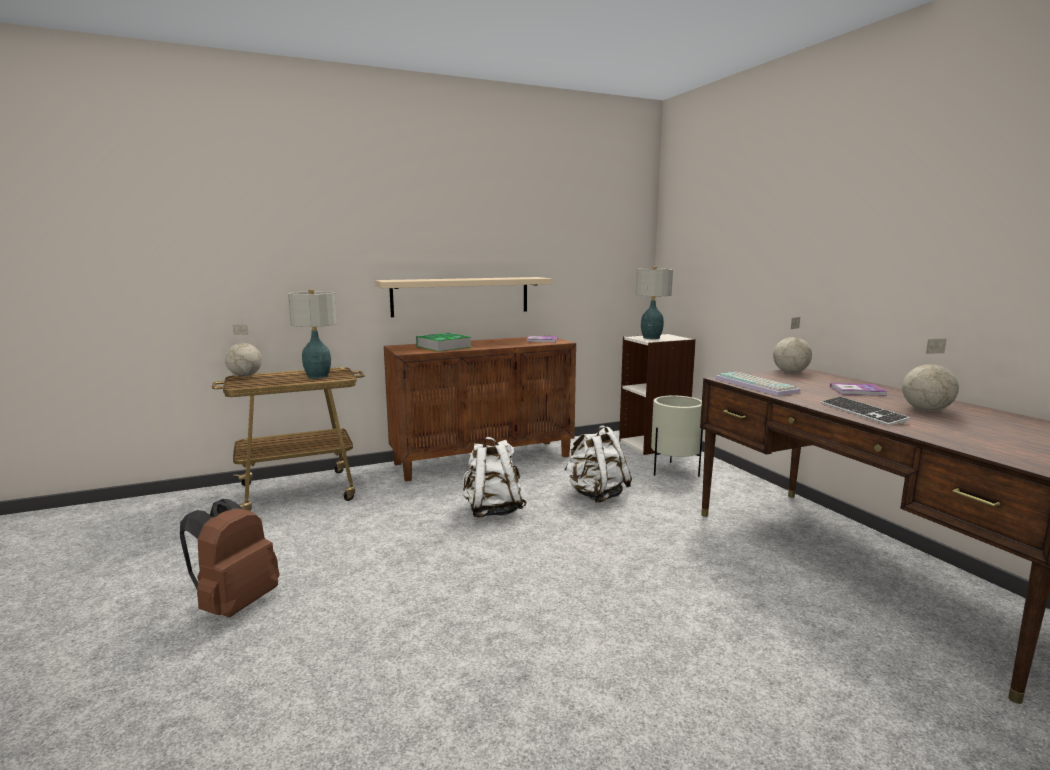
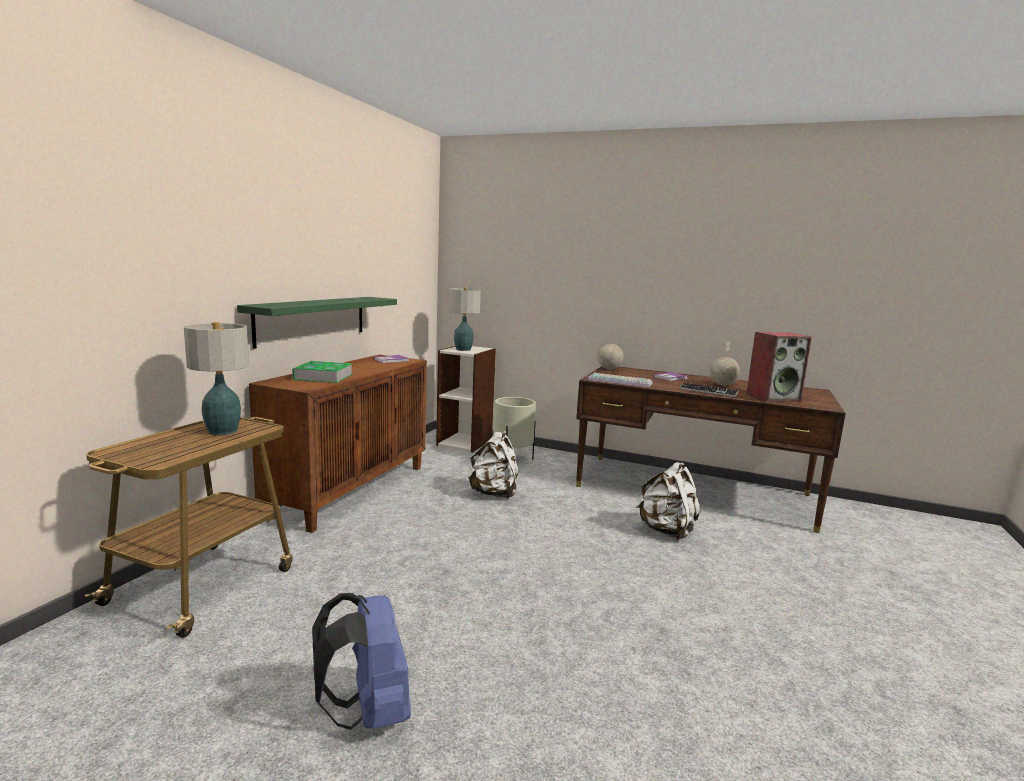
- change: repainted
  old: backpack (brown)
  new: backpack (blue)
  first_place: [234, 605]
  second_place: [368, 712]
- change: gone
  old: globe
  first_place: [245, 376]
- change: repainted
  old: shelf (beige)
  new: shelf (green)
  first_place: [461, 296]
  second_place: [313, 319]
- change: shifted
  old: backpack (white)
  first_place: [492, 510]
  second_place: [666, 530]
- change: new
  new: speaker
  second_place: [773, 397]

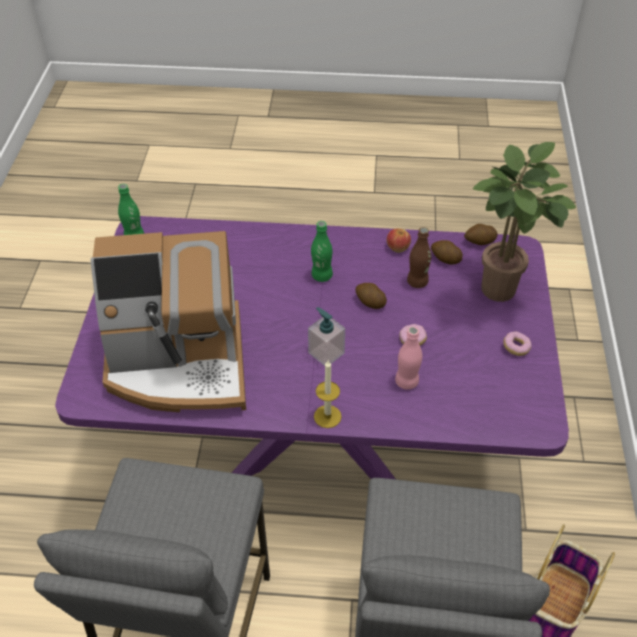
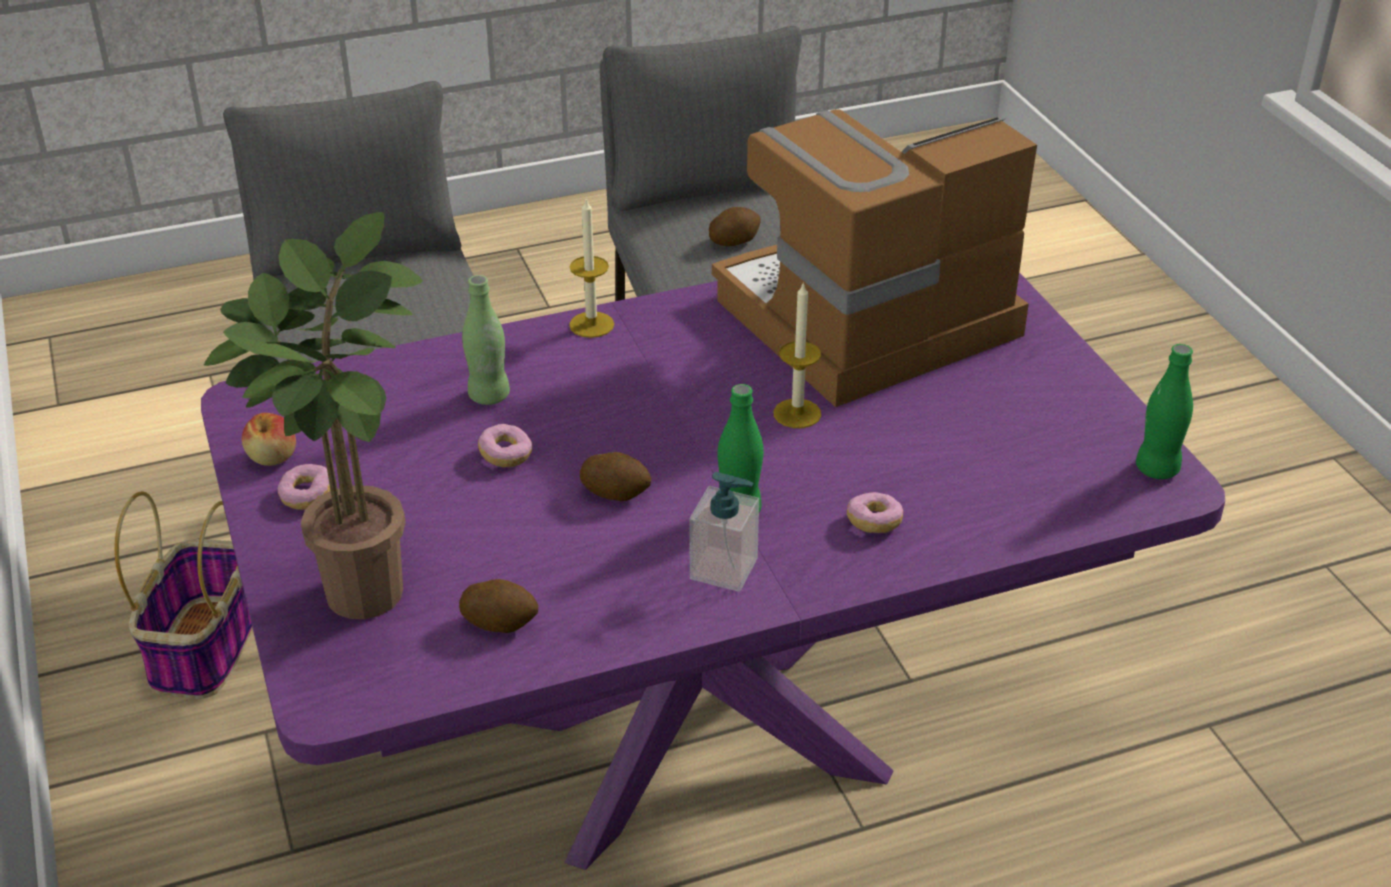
- change: shifted
  old: soap dispenser
  first_place: [326, 353]
  second_place: [724, 569]
- change: shifted
  old: apple
  first_place: [397, 247]
  second_place: [272, 457]
- change: repainted
  old: bottle (pink)
  new: bottle (green)
  first_place: [406, 382]
  second_place: [489, 396]
- change: gone
  old: bottle (brown)
  first_place: [417, 282]
- change: shifted
  old: potato
  first_place: [479, 242]
  second_place: [734, 240]
- change: new
  new: candle
  second_place: [797, 413]
- change: new
  new: donut
  second_place: [874, 522]

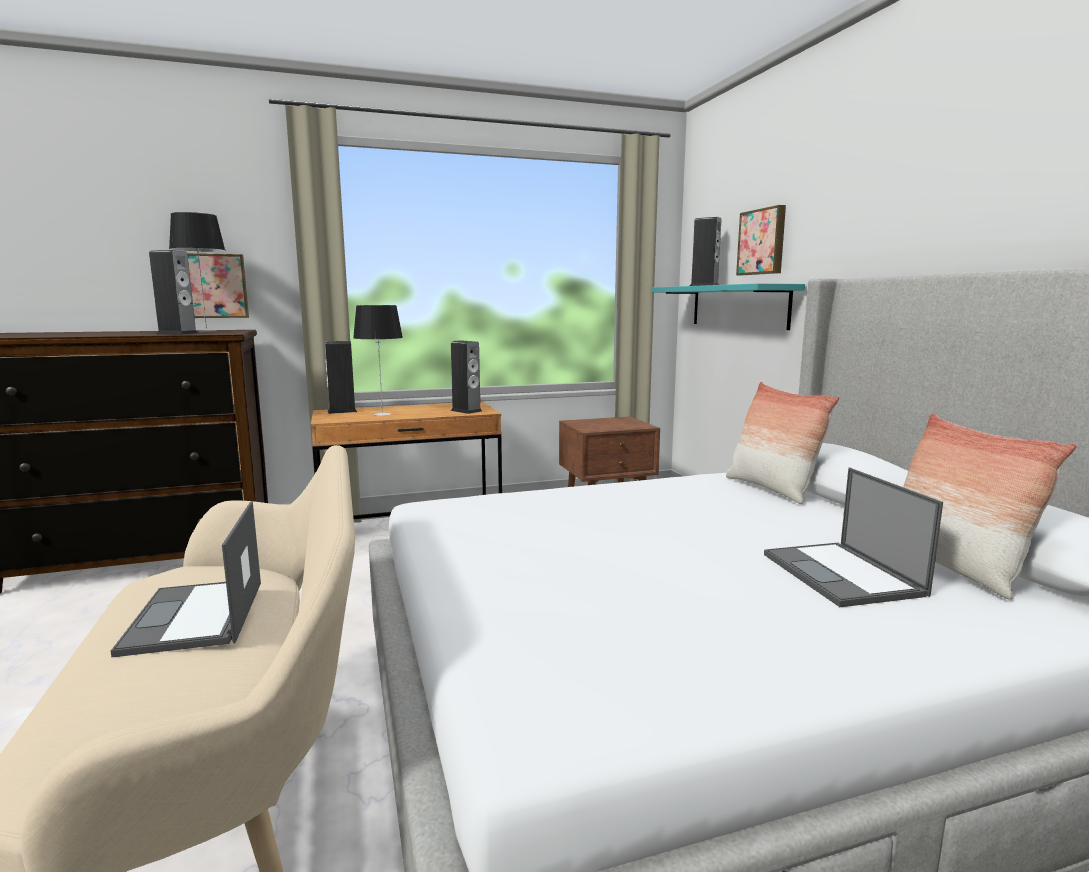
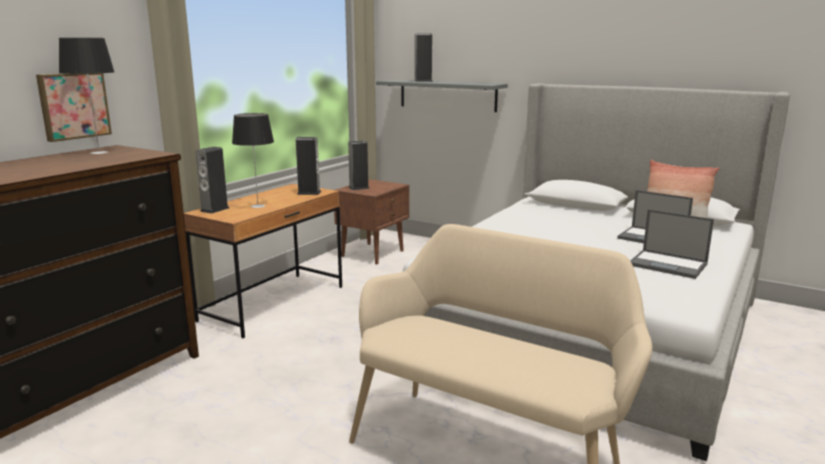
- change: shifted
  old: laptop
  first_place: [195, 617]
  second_place: [669, 264]
- change: shifted
  old: speaker
  first_place: [177, 333]
  second_place: [358, 188]
- change: repainted
  old: shelf (turquoise)
  new: shelf (grey)
  first_place: [738, 306]
  second_place: [447, 95]
- change: gone
  old: pillow
  first_place: [771, 489]
- change: gone
  old: picture
  first_place: [763, 242]

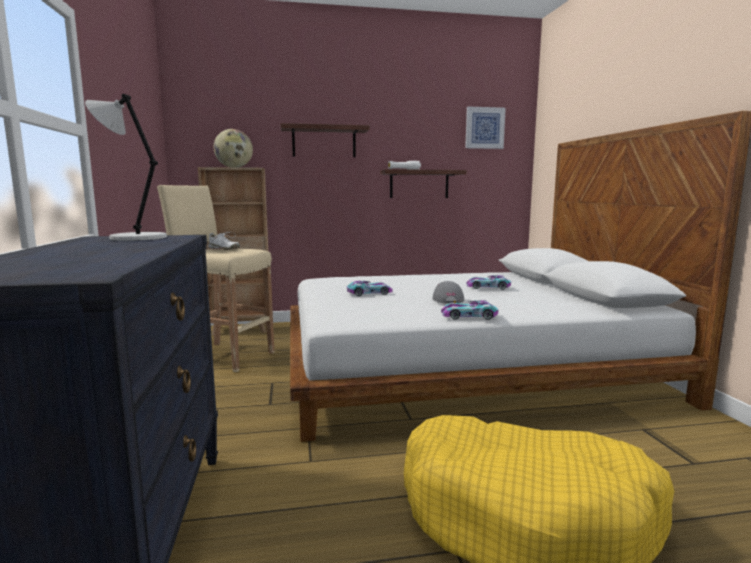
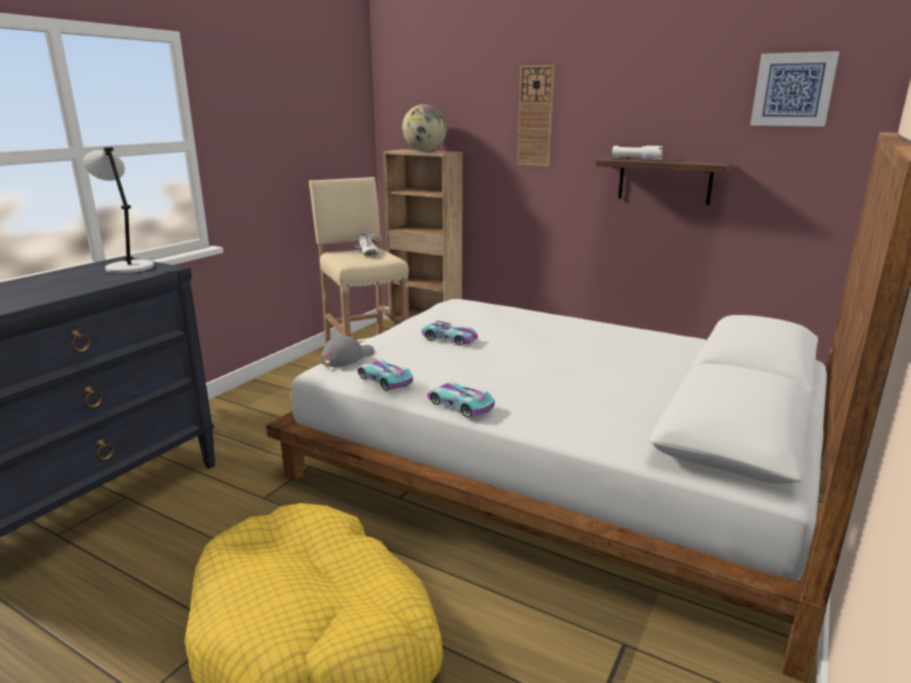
- change: swapped
  old: shelf
  new: wall clock
  first_place: [324, 142]
  second_place: [535, 116]
- change: shifted
  old: cap (grey)
  first_place: [446, 299]
  second_place: [347, 357]
- change: shifted
  old: toy car
  first_place: [488, 287]
  second_place: [384, 380]

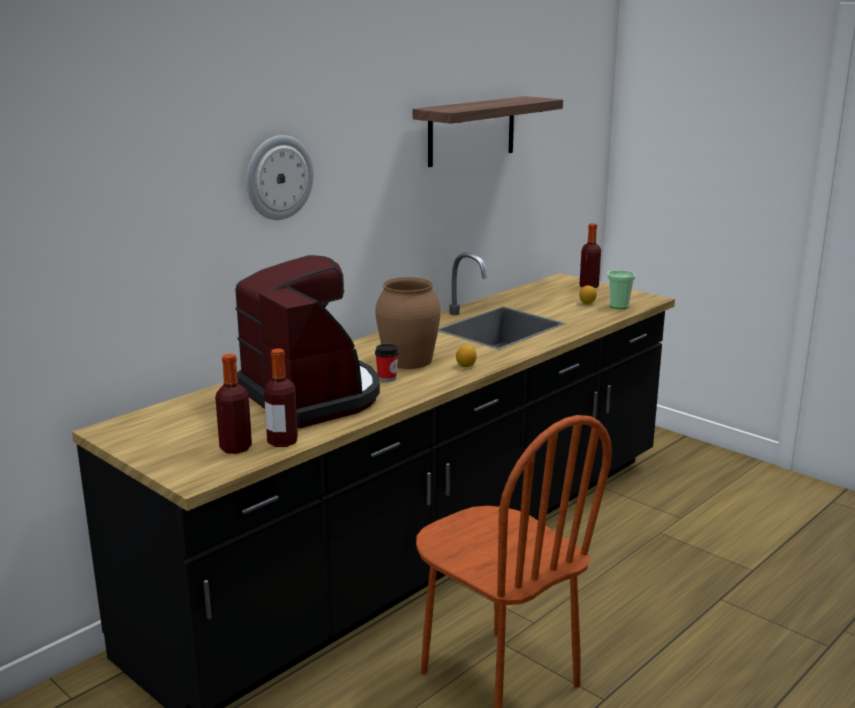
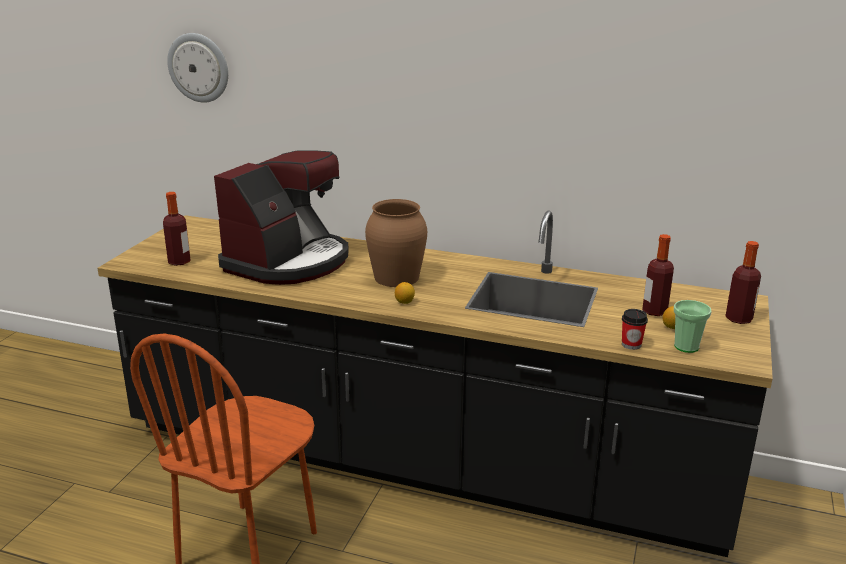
- change: shifted
  old: wall clock
  first_place: [278, 177]
  second_place: [199, 67]
- change: shifted
  old: bottle
  first_place: [282, 442]
  second_place: [654, 311]
- change: shifted
  old: cup
  first_place: [387, 378]
  second_place: [631, 344]
- change: gone
  old: shelf
  first_place: [471, 131]

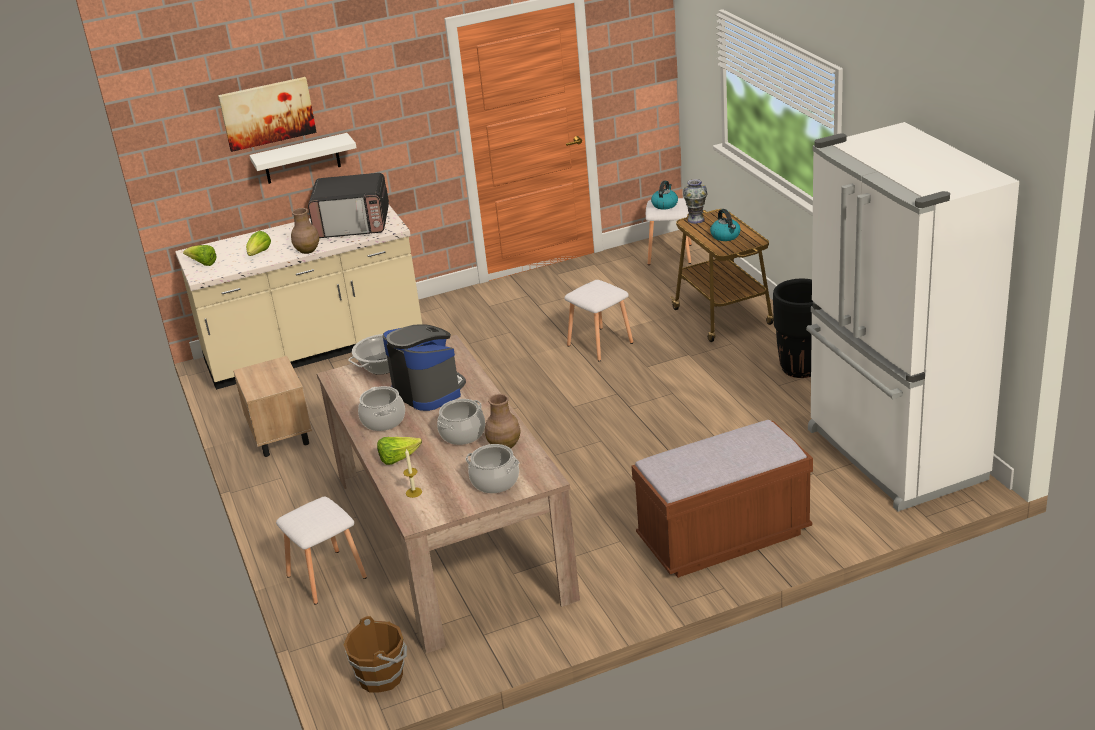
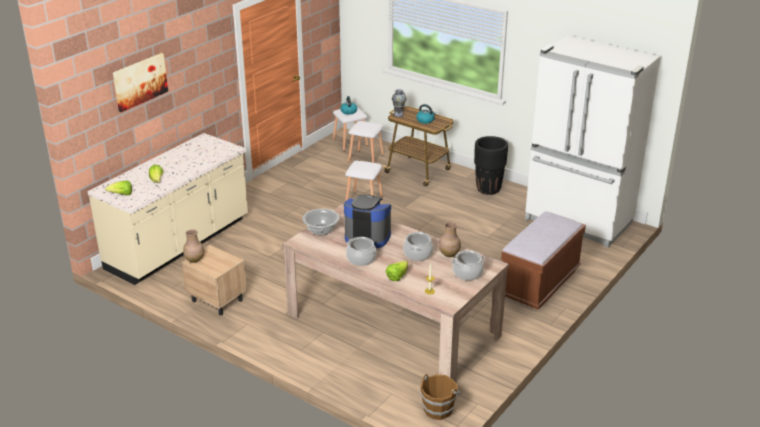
- change: gone
  old: shelf (white)
  first_place: [301, 159]
- change: shifted
  old: stool (white)
  first_place: [327, 576]
  second_place: [366, 158]
- change: shifted
  old: vase (brown)
  first_place: [307, 250]
  second_place: [194, 259]
- change: gone
  old: microwave
  first_place: [353, 225]

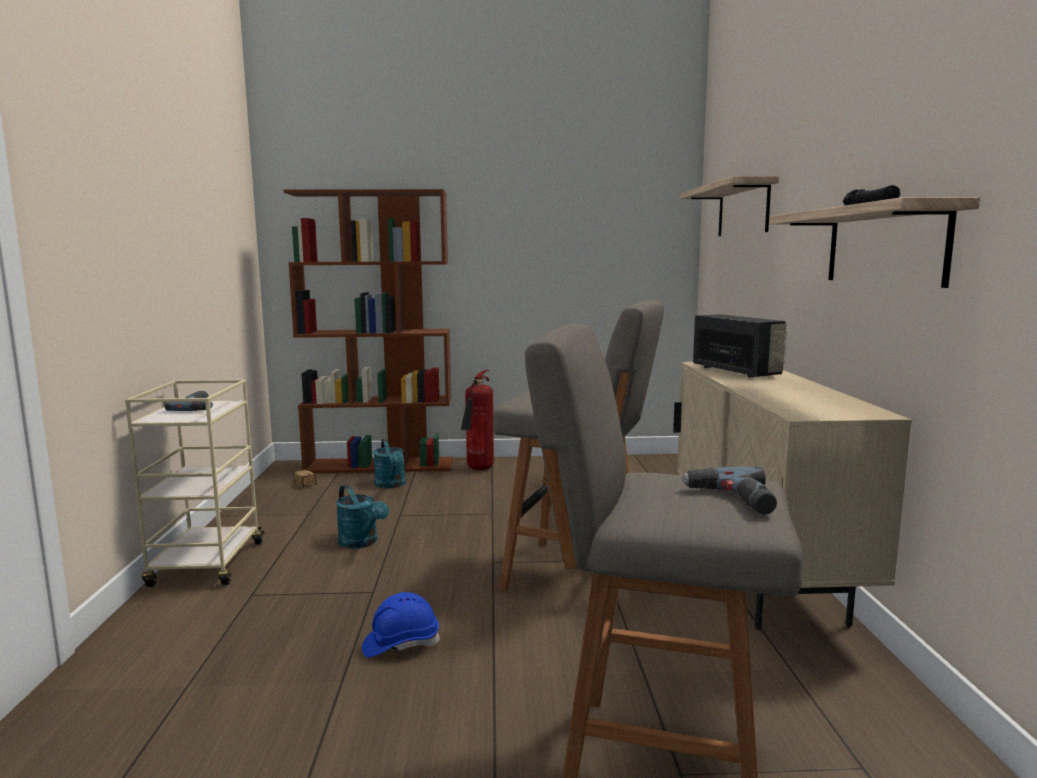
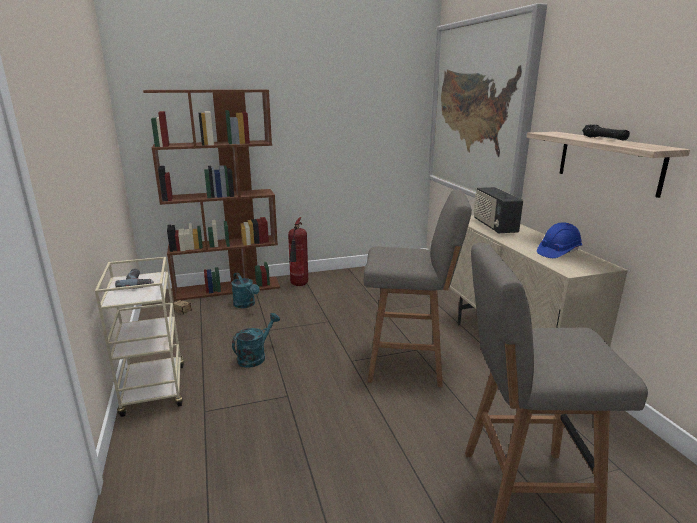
- change: rotated
  old: watering can (turquoise)
  first_place: [362, 543]
  second_place: [255, 357]
  degrees: -90
- change: shifted
  old: hard hat (blue)
  first_place: [401, 644]
  second_place: [558, 252]
- change: swapped
  old: shelf
  new: picture
  first_place: [743, 210]
  second_place: [479, 110]
- change: gone
  old: power drill
  first_place: [731, 500]
- change: rotated
  old: radio
  first_place: [736, 371]
  second_place: [494, 226]
  degrees: -150

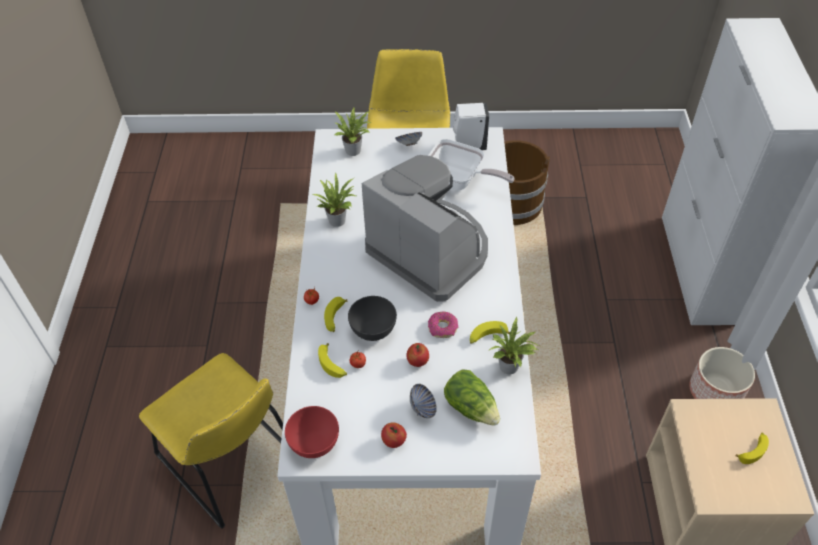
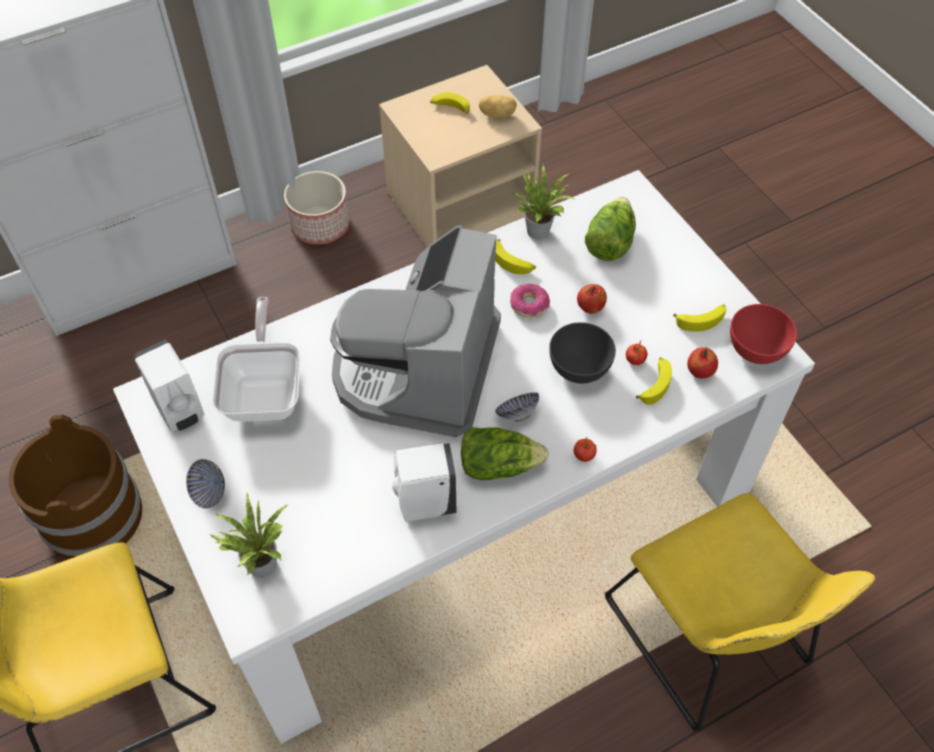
- change: rotated
  old: chair (yellow)
  first_place: [233, 462]
  second_place: [710, 638]
  degrees: 135
- change: swapped
  old: potted plant
  new: soap dispenser (white)
  first_place: [338, 219]
  second_place: [424, 504]
- change: shifted
  old: banana
  first_place: [335, 318]
  second_place: [701, 320]
- change: shifted
  old: apple
  first_place: [394, 441]
  second_place: [699, 372]
- change: shifted
  old: bowl
  first_place: [423, 408]
  second_place: [516, 414]
- change: new
  new: lettuce
  second_place: [498, 464]
- change: new
  new: potato
  second_place: [497, 114]

